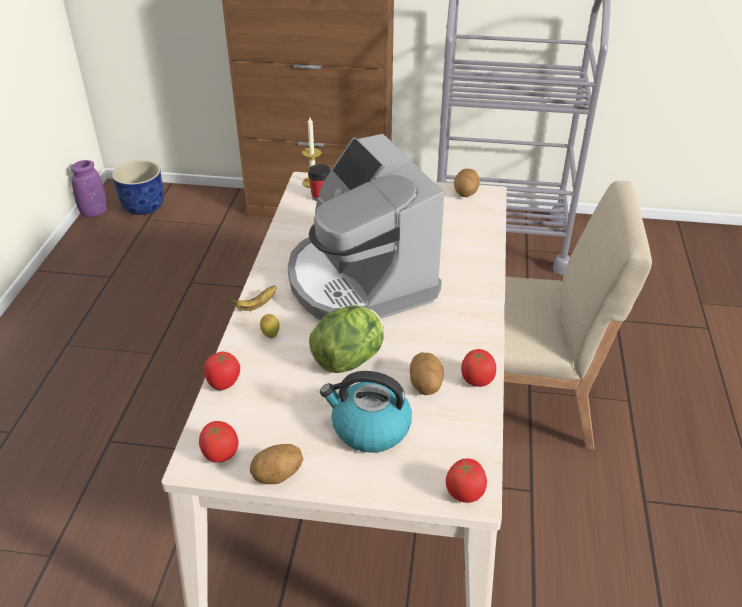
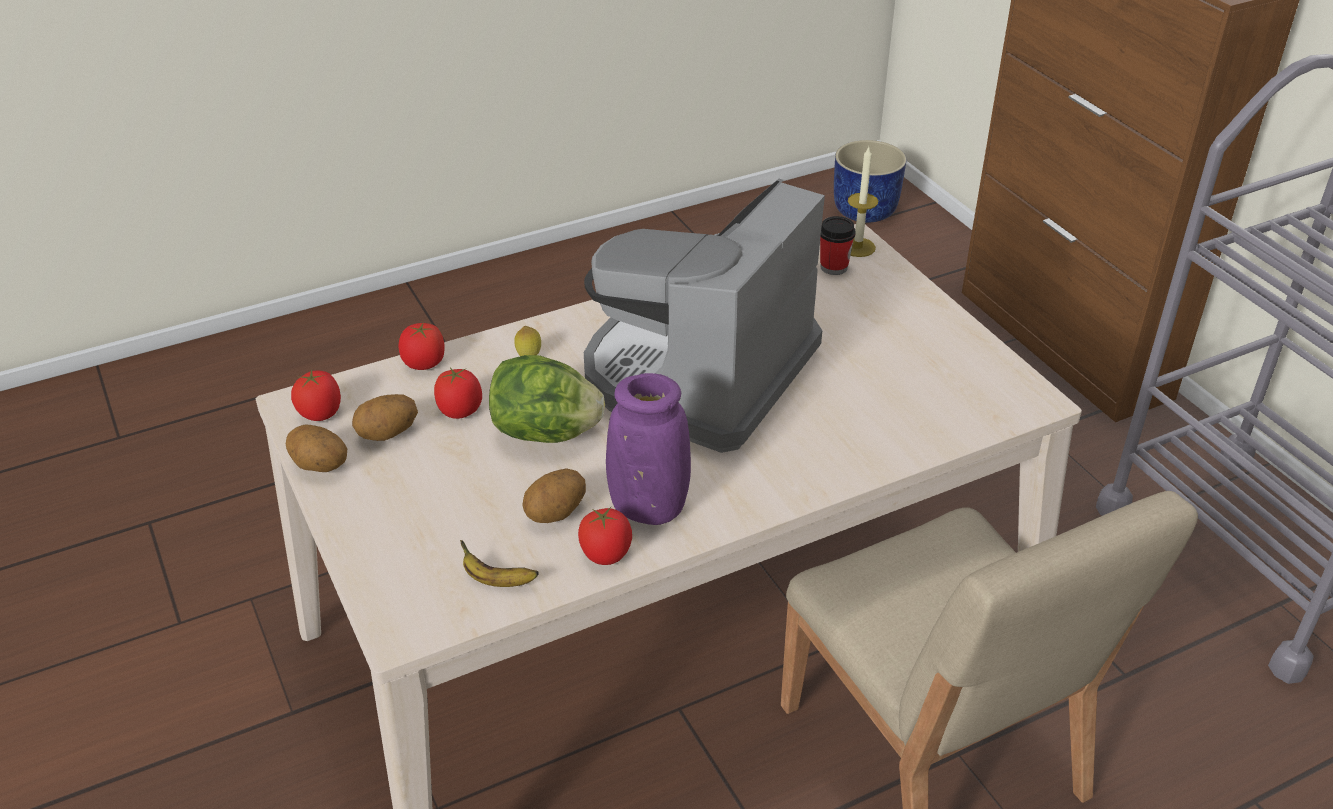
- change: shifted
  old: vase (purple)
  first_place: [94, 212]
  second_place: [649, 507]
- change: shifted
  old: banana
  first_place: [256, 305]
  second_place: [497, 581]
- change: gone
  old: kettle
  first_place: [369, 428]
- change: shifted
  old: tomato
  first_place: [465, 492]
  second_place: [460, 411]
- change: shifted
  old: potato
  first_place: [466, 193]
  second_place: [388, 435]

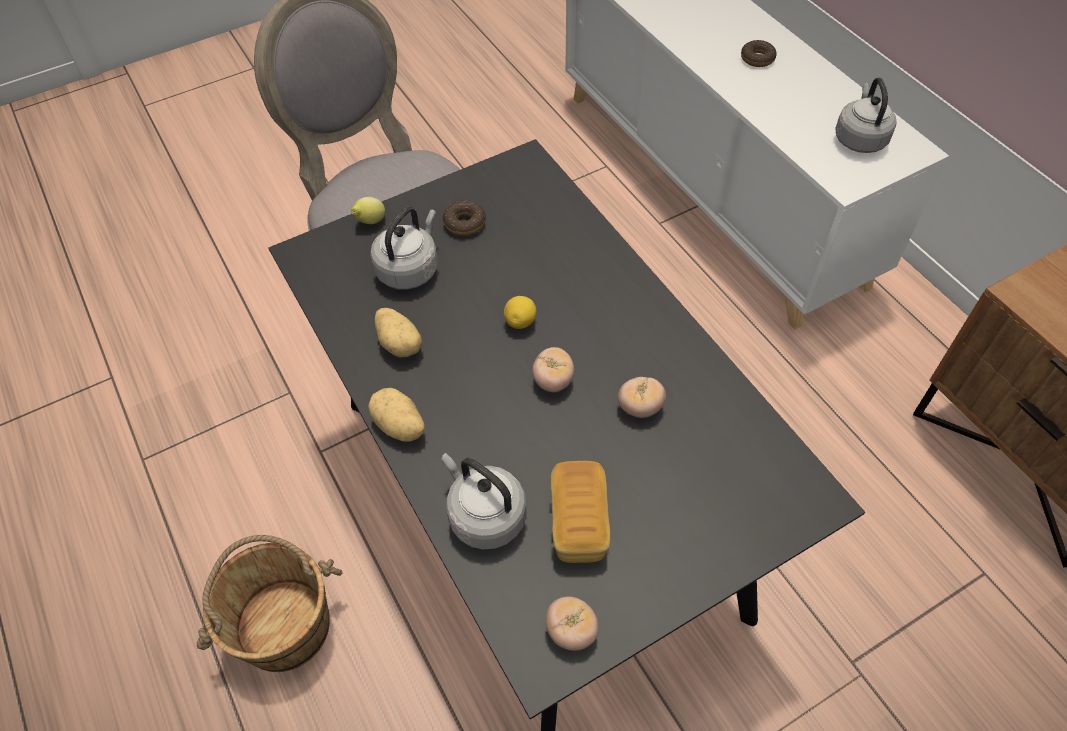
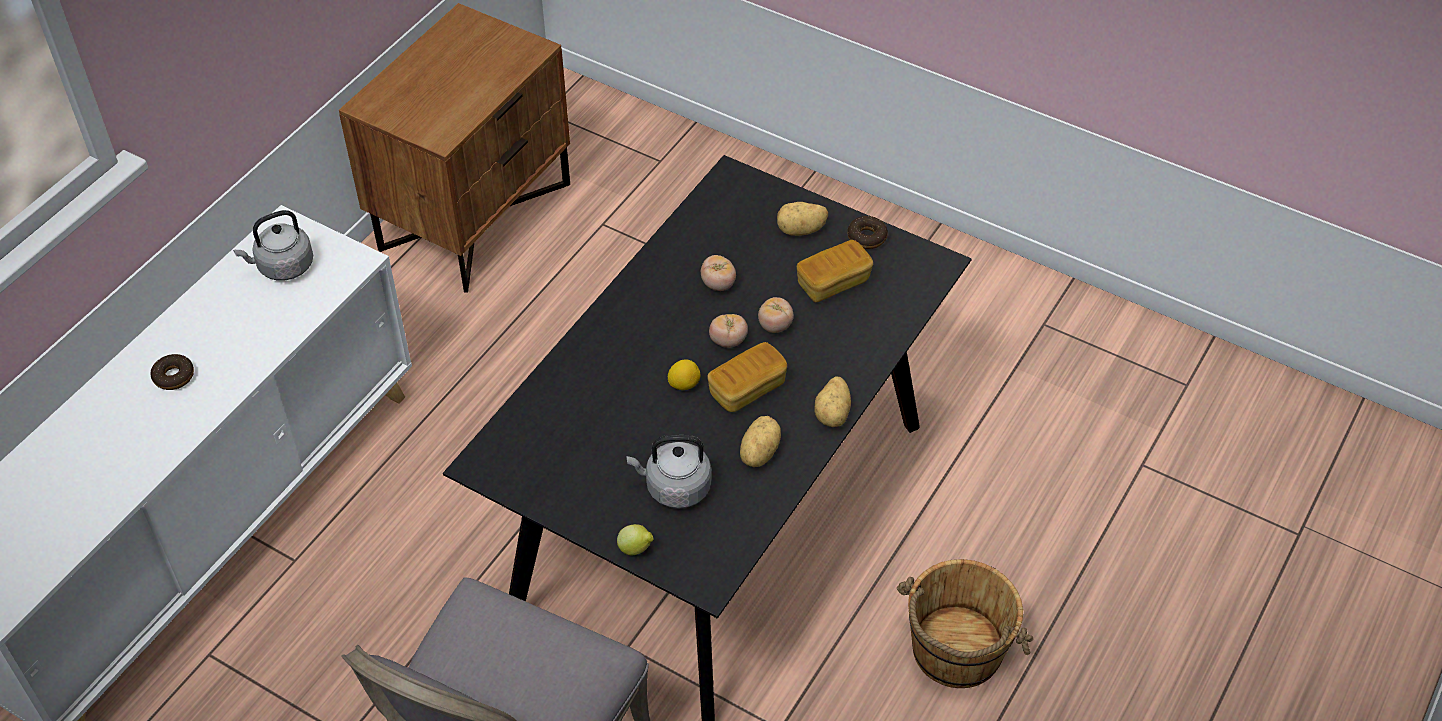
- change: gone
  old: kettle (grey)
  first_place: [484, 515]
- change: shifted
  old: donut
  first_place: [465, 223]
  second_place: [866, 237]
- change: shifted
  old: tomato
  first_place: [571, 631]
  second_place: [775, 326]
- change: new
  new: bread
  second_place: [747, 389]
- change: new
  new: potato
  second_place: [801, 230]

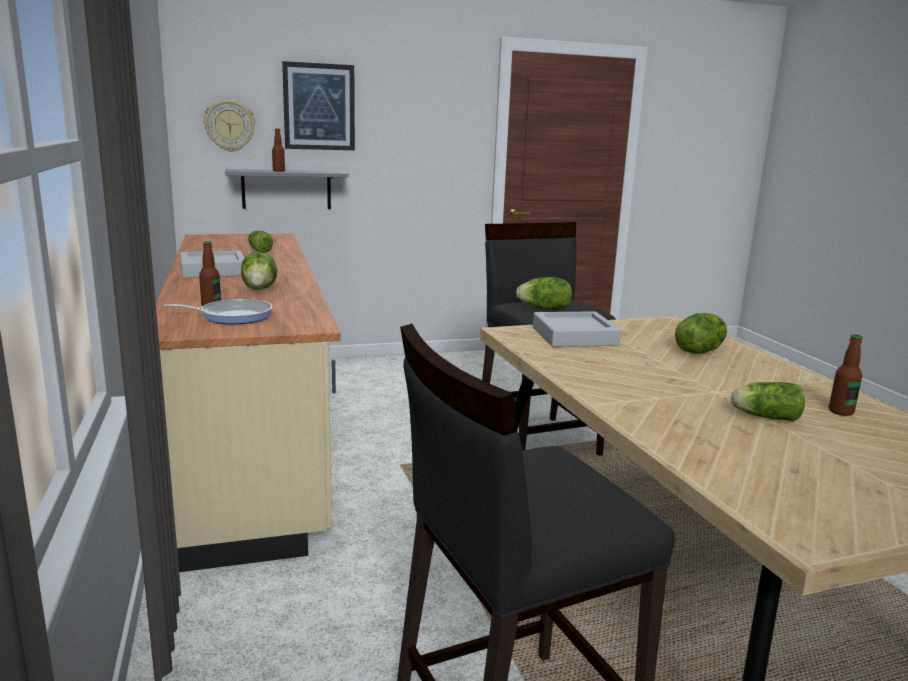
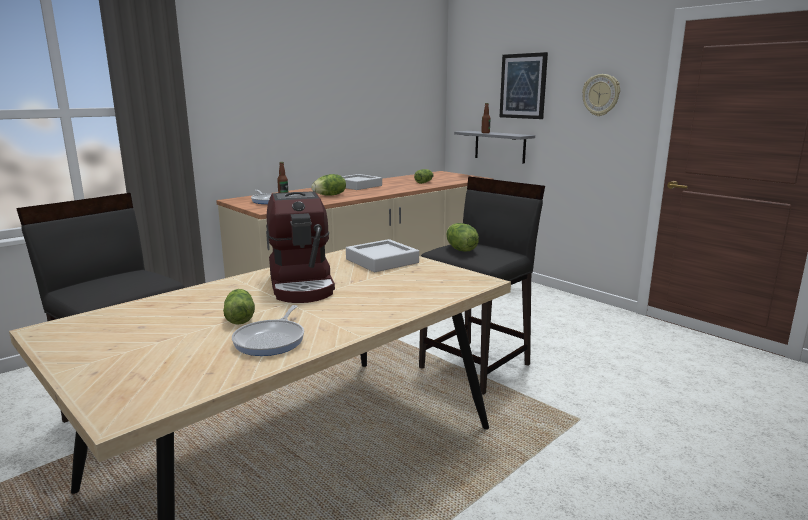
- change: shifted
  old: wall clock
  first_place: [229, 126]
  second_place: [601, 95]
- change: gone
  old: lettuce
  first_place: [699, 351]
- change: swapped
  old: bottle
  new: frying pan
  first_place: [841, 412]
  second_place: [271, 340]
- change: new
  new: coffee machine
  second_place: [302, 285]

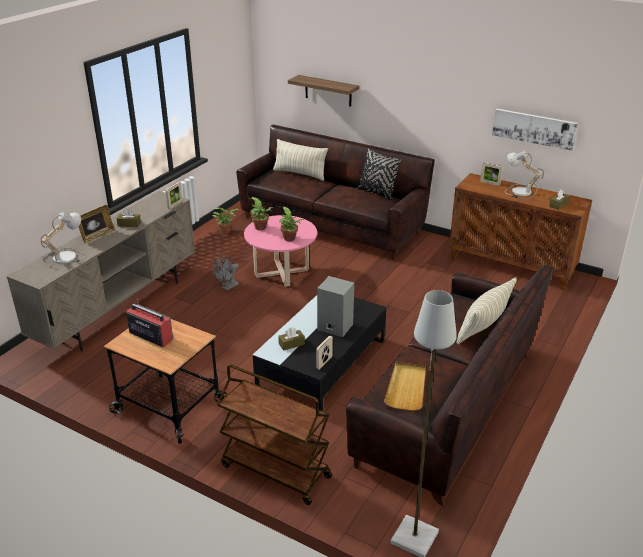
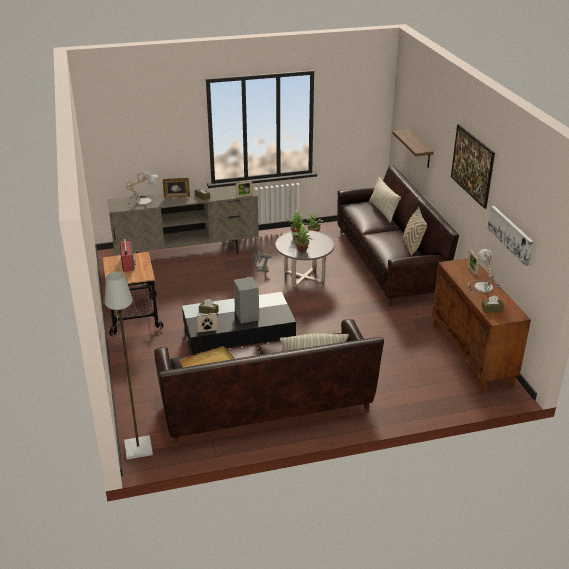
- change: gone
  old: cart (brown)
  first_place: [275, 471]
- change: repainted
  old: coffee table (pink)
  new: coffee table (grey)
  first_place: [282, 273]
  second_place: [304, 277]
- change: repainted
  old: pillow (black)
  new: pillow (beige)
  first_place: [377, 193]
  second_place: [412, 246]
- change: new
  new: picture
  second_place: [470, 179]

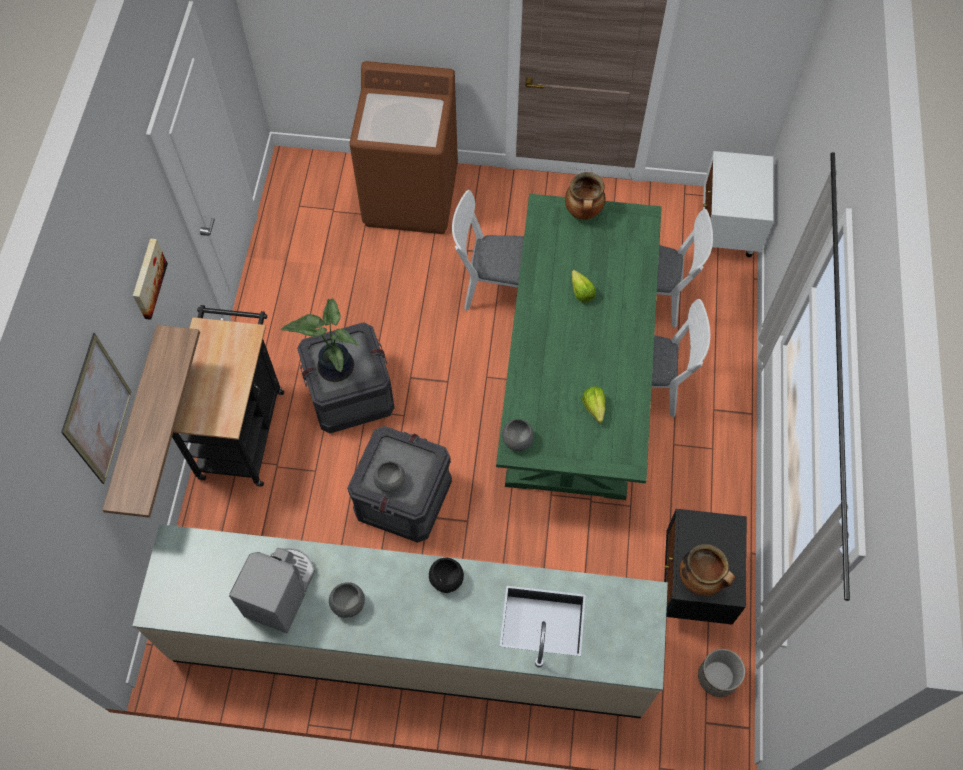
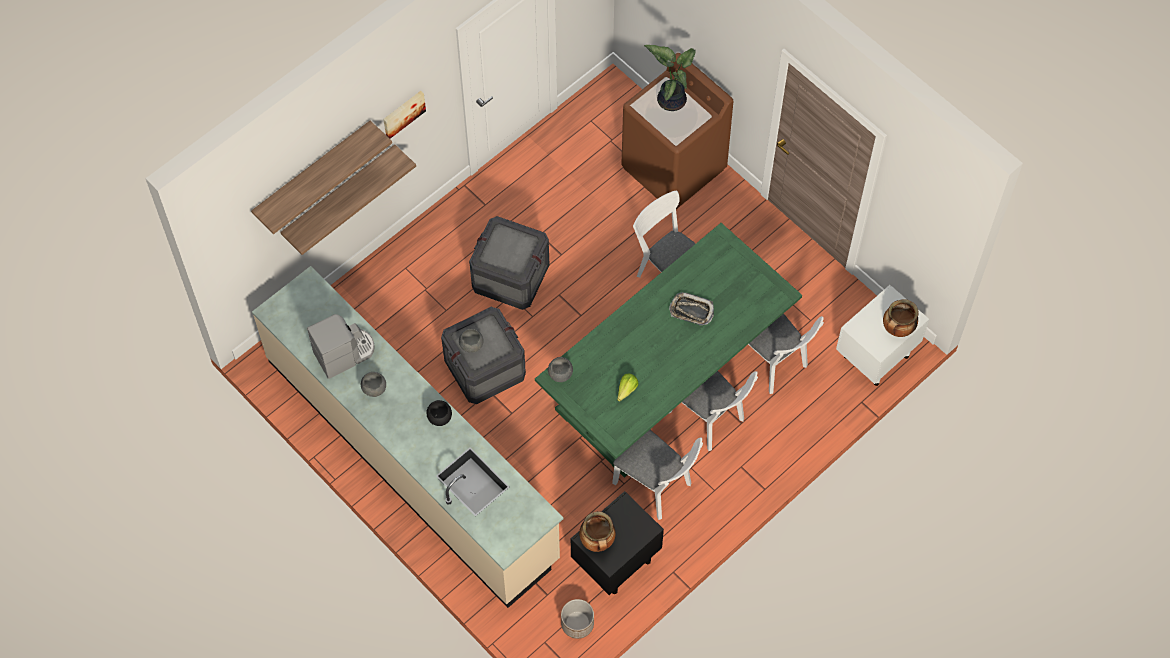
- change: swapped
  old: picture
  new: shelf
  first_place: [97, 410]
  second_place: [313, 173]
- change: gone
  old: cart (black)
  first_place: [243, 427]
- change: shifted
  old: potted plant
  first_place: [334, 366]
  second_place: [671, 99]
- change: shifted
  old: cooking pot
  first_place: [583, 213]
  second_place: [897, 329]
- change: swapped
  old: lettuce
  new: tray
  first_place: [580, 290]
  second_place: [691, 311]
- change: new
  new: chair (white)
  second_place: [656, 487]

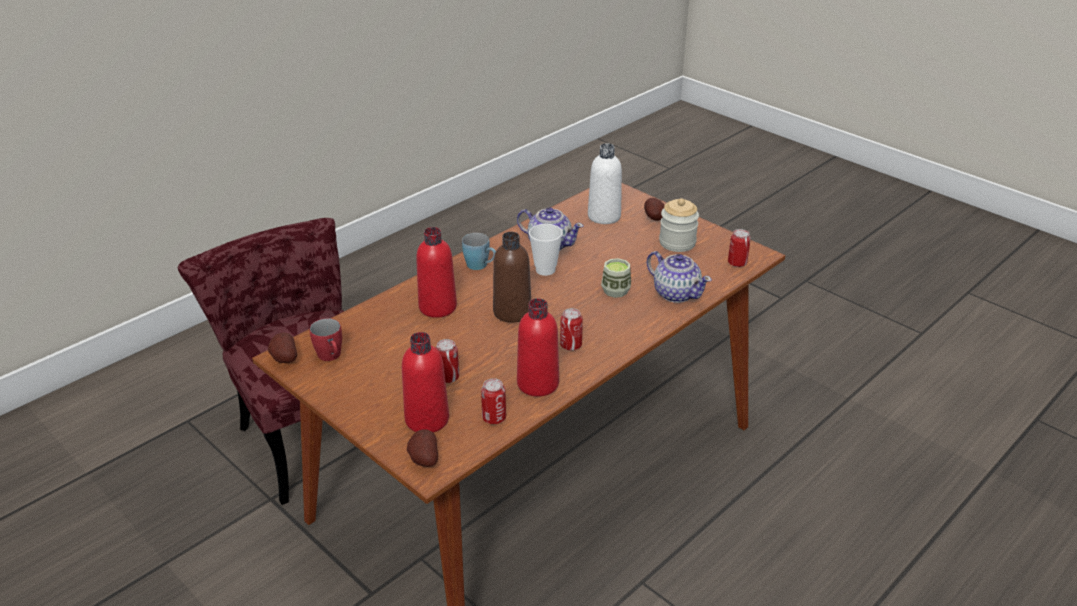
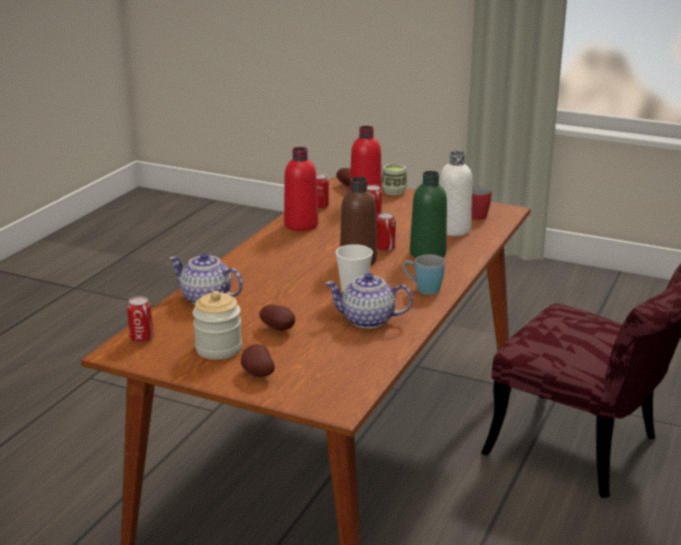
- change: shifted
  old: potato
  first_place: [283, 359]
  second_place: [279, 329]
- change: repainted
  old: bottle (red)
  new: bottle (green)
  first_place: [437, 307]
  second_place: [427, 253]
- change: shifted
  old: can
  first_place: [571, 345]
  second_place: [385, 248]
- change: shifted
  old: bottle (white)
  first_place: [604, 216]
  second_place: [453, 230]
- change: shifted
  old: cup
  first_place: [615, 291]
  second_place: [394, 191]

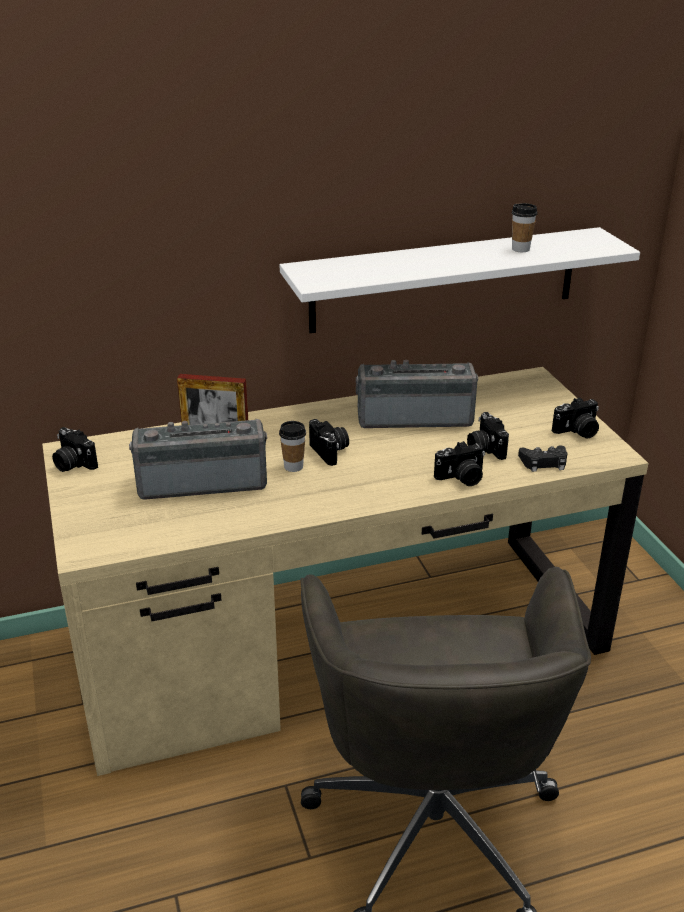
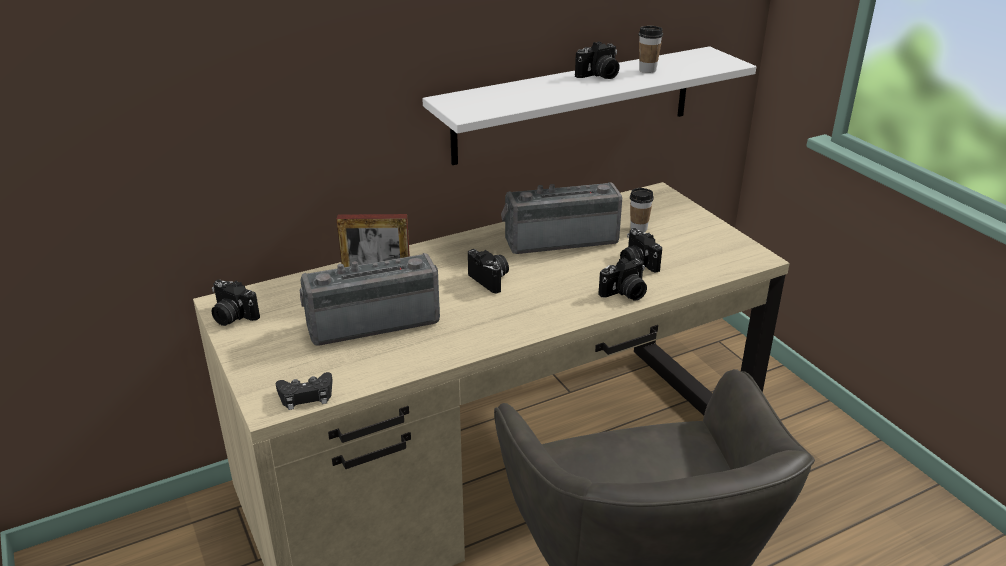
- change: shifted
  old: cup
  first_place: [293, 467]
  second_place: [638, 229]
- change: shifted
  old: game controller (black)
  first_place: [544, 462]
  second_place: [306, 395]
- change: shifted
  old: photo camera
  first_place: [577, 432]
  second_place: [599, 76]

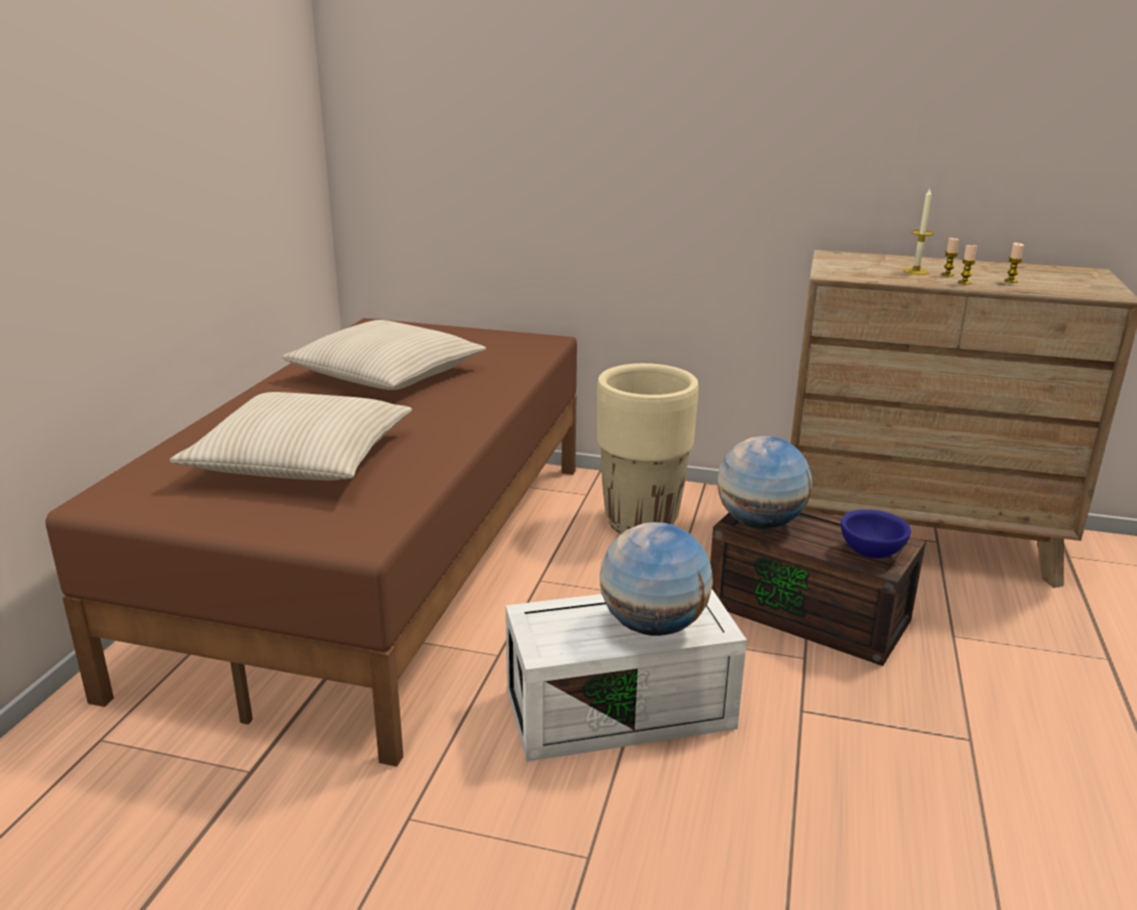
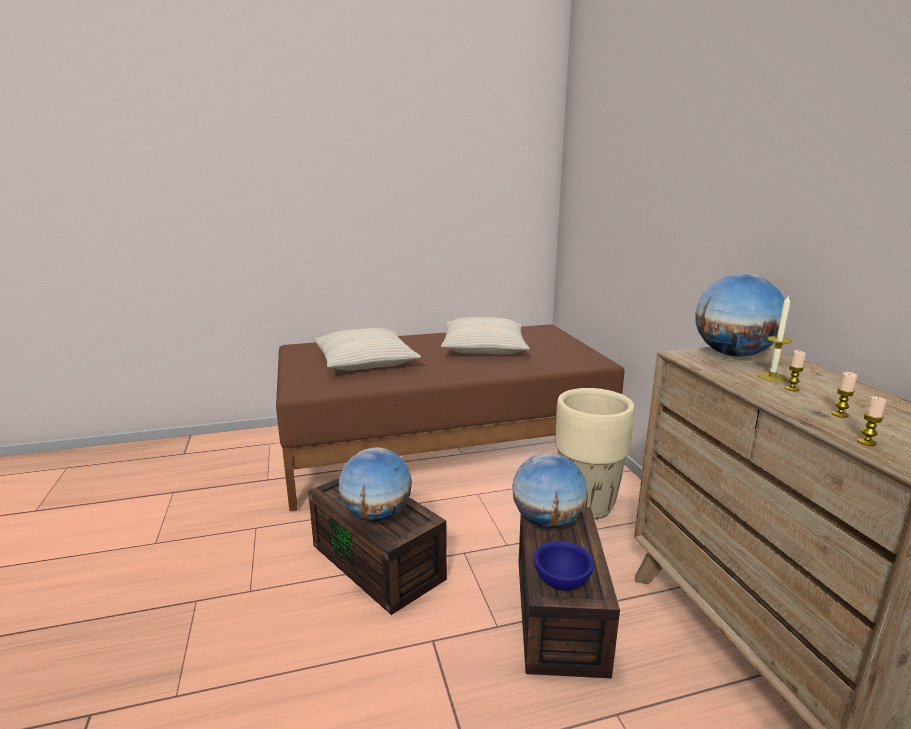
- change: repainted
  old: storage box (white)
  new: storage box (brown)
  first_place: [621, 707]
  second_place: [380, 562]
- change: shifted
  old: candle
  first_place: [964, 283]
  second_place: [866, 442]
- change: new
  new: globe
  second_place: [732, 354]

